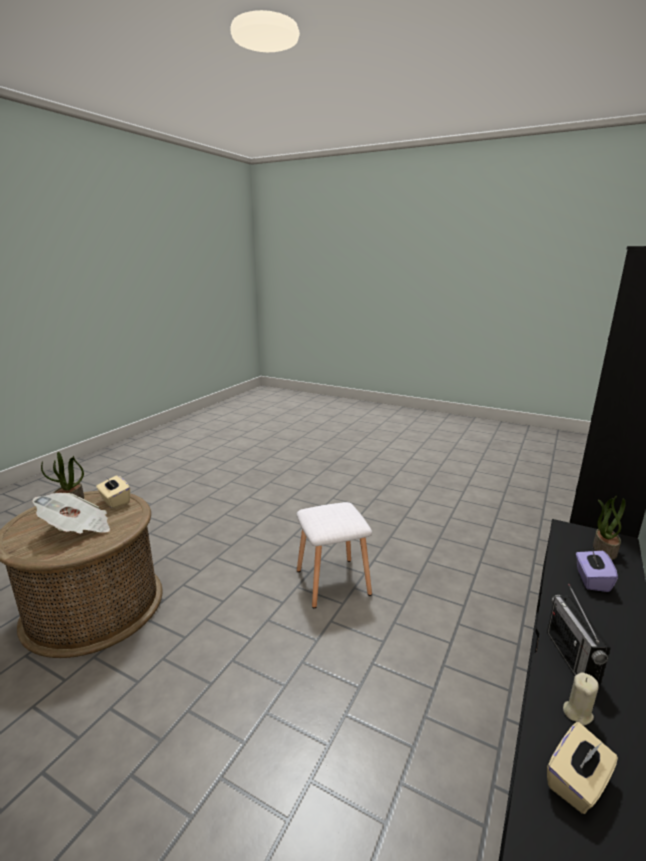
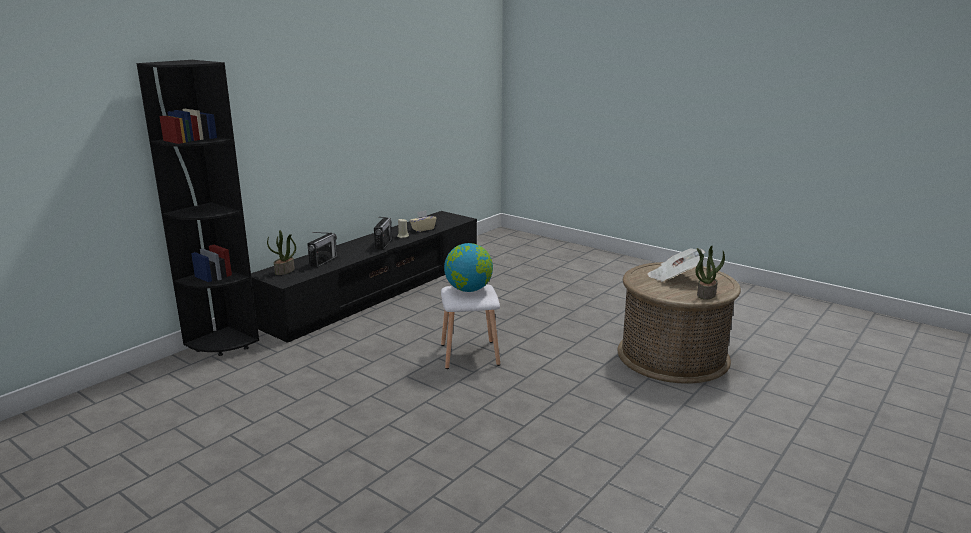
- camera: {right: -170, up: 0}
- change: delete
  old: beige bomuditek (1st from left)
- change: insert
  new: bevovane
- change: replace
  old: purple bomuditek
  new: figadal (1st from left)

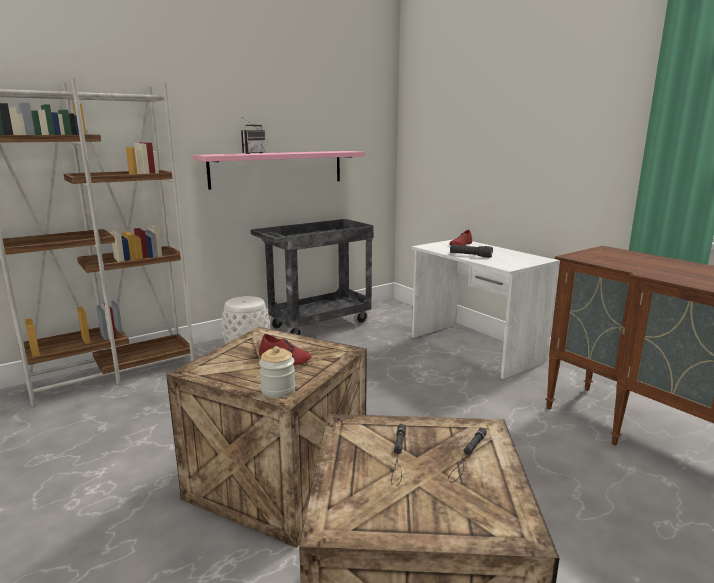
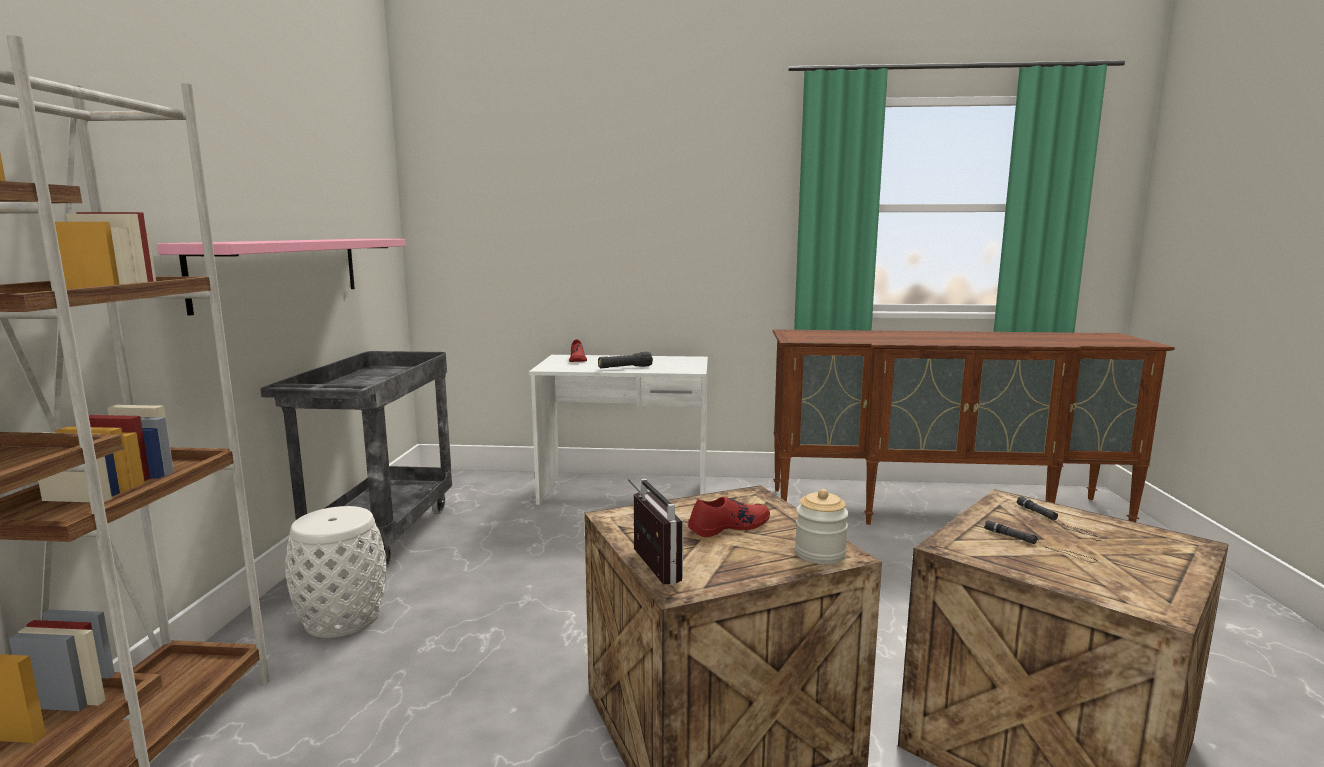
- camera: {right: -50, up: -5}
- change: move
  old: figadal

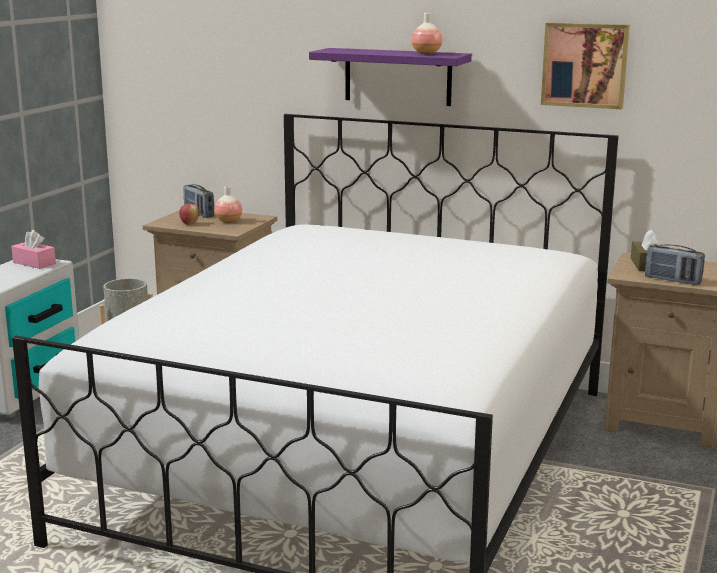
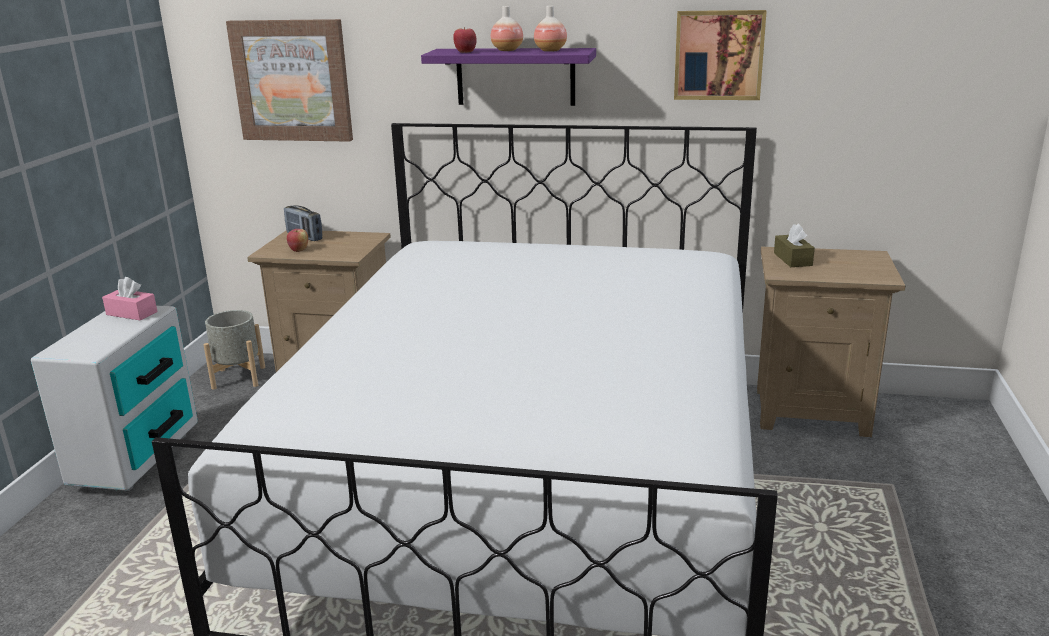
- camera: {right: -10, up: 5}
- change: delete
  old: figadal (2nd from left)
- change: insert
  new: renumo (1st from left)
- change: insert
  new: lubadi (2nd from left)
- change: move
  old: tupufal (1st from left)

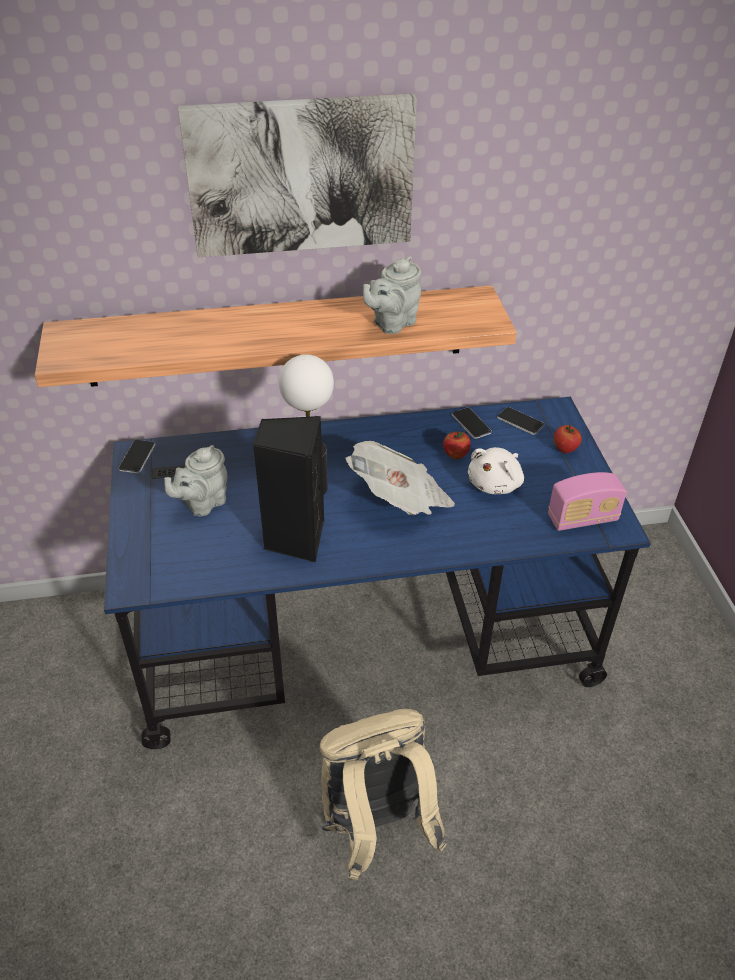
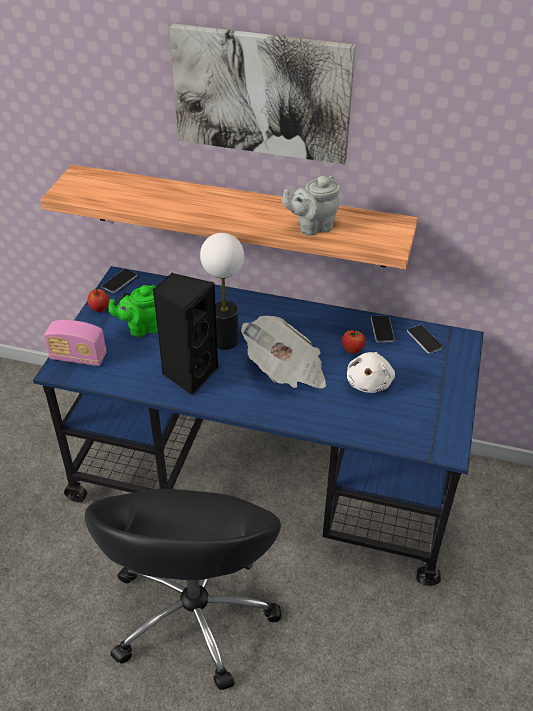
- camera: {right: 25, up: 0}
- change: move
  old: figadal
- change: move
  old: lubadi (2nd from left in the first image)
  new: lubadi (1st from left)
- change: replace
  old: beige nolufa
  new: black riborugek
- change: recolor
  old: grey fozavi (1st from left)
  new: green fozavi
- change: rotate
  old: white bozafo
  degrees: -45

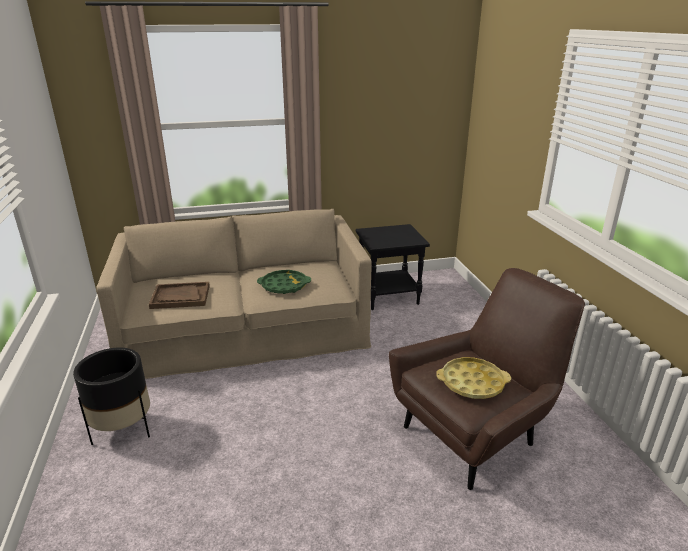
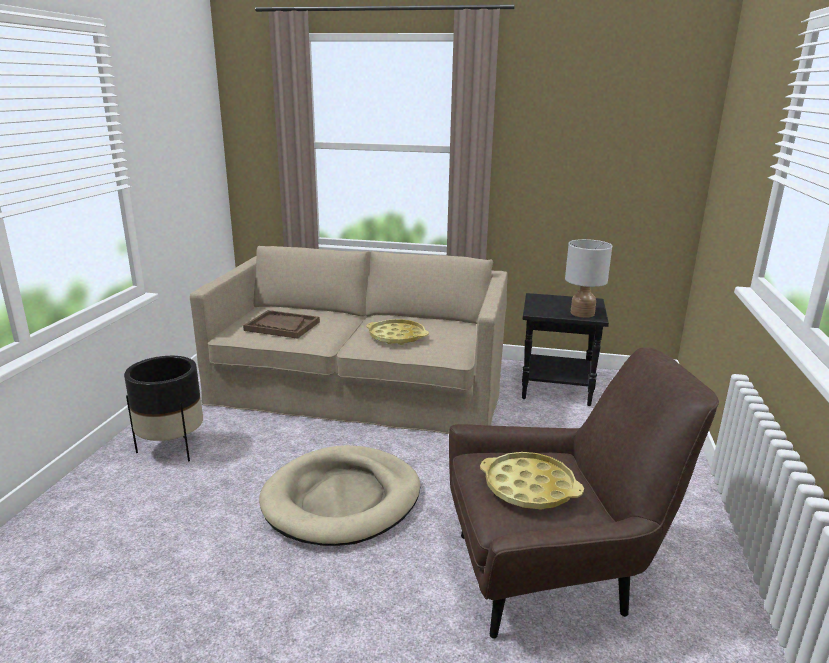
- camera: {right: 25, up: -5}
- change: insert
  new: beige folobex
- change: insert
  new: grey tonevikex
- change: recolor
  old: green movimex
  new: yellow movimex (1st from left)

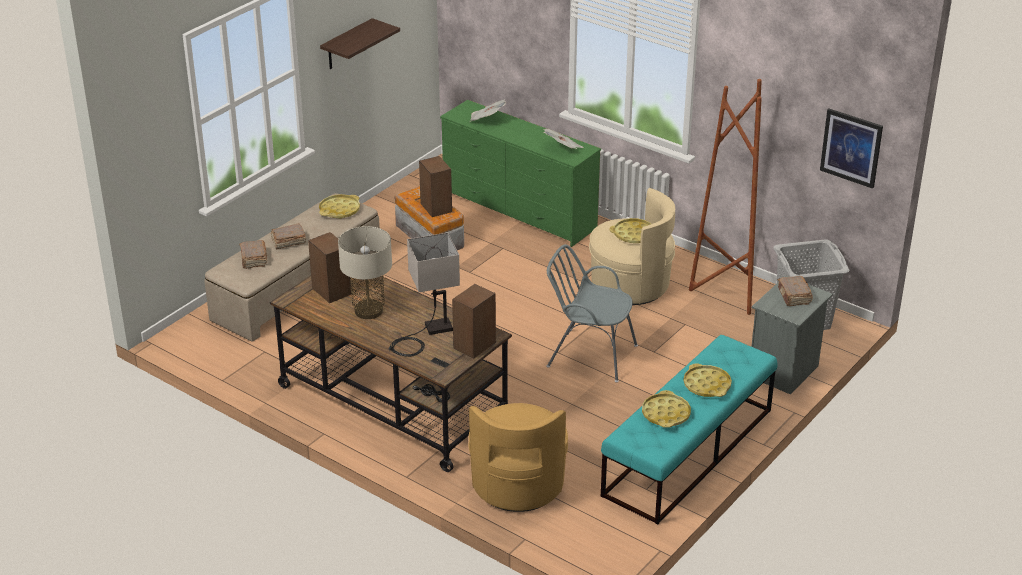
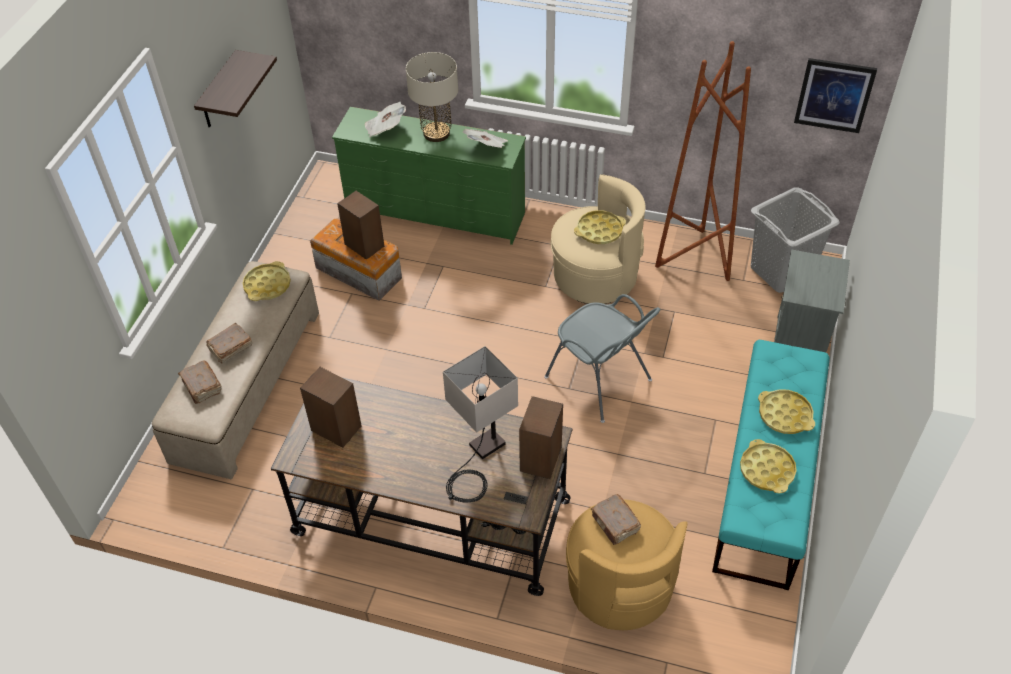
- camera: {right: -20, up: 15}
- change: move
  old: tonevikex (1st from left)
- change: move
  old: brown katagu (3rd from left)
- change: rotate
  old: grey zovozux
  degrees: -135

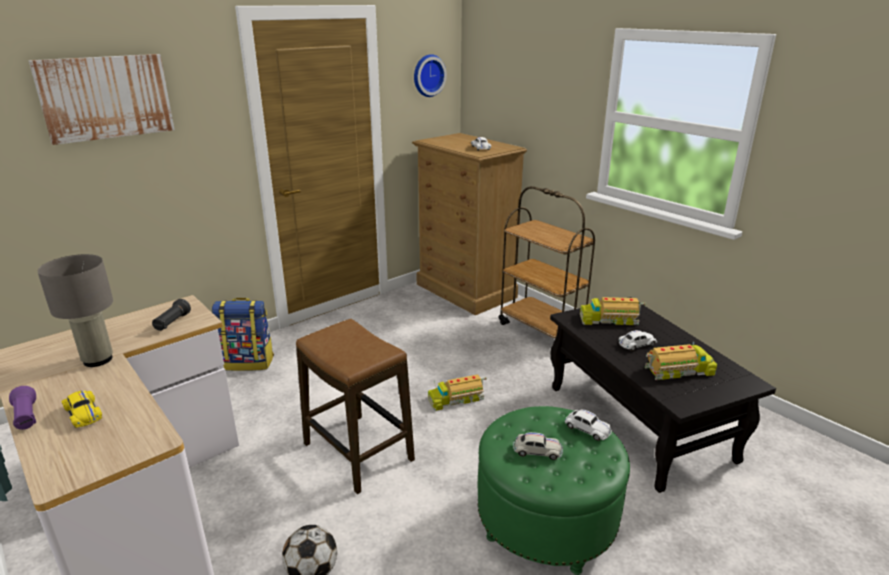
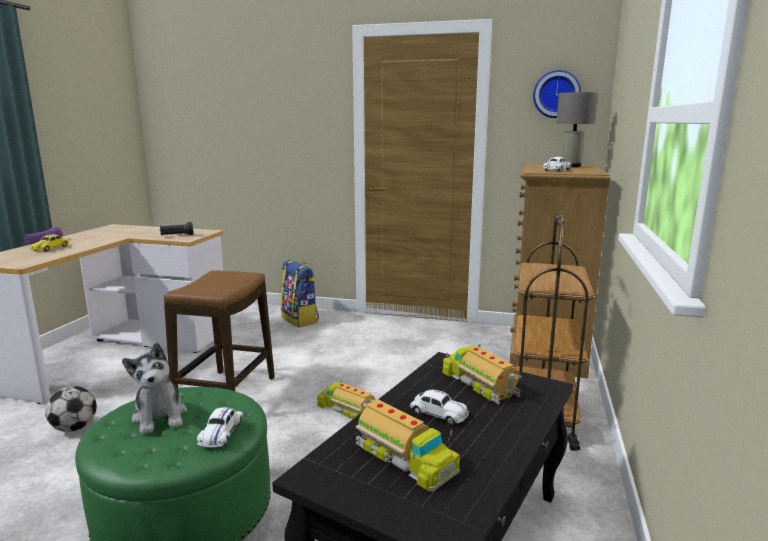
- camera: {right: 55, up: -10}
- change: delete
  old: renumo
- change: move
  old: grey tonevikex
- change: replace
  old: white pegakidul (2nd from left)
  new: bozafo

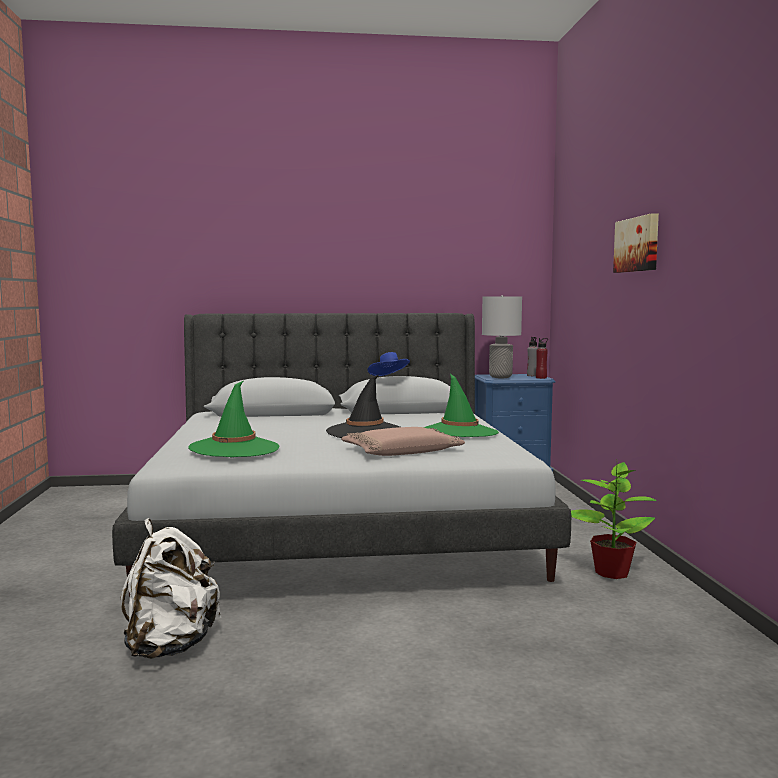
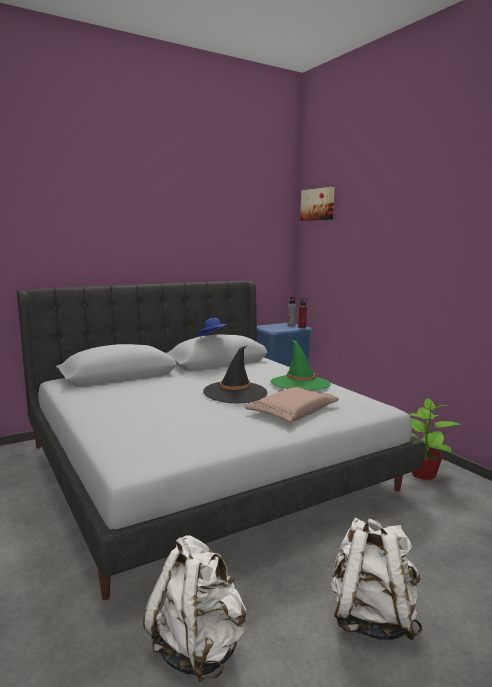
- camera: {right: -25, up: 5}
- change: delete
  old: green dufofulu (1st from left)
- change: delete
  old: grey tonevikex
- change: insert
  new: white nolufa (2nd from left)
- change: move
  old: renumo

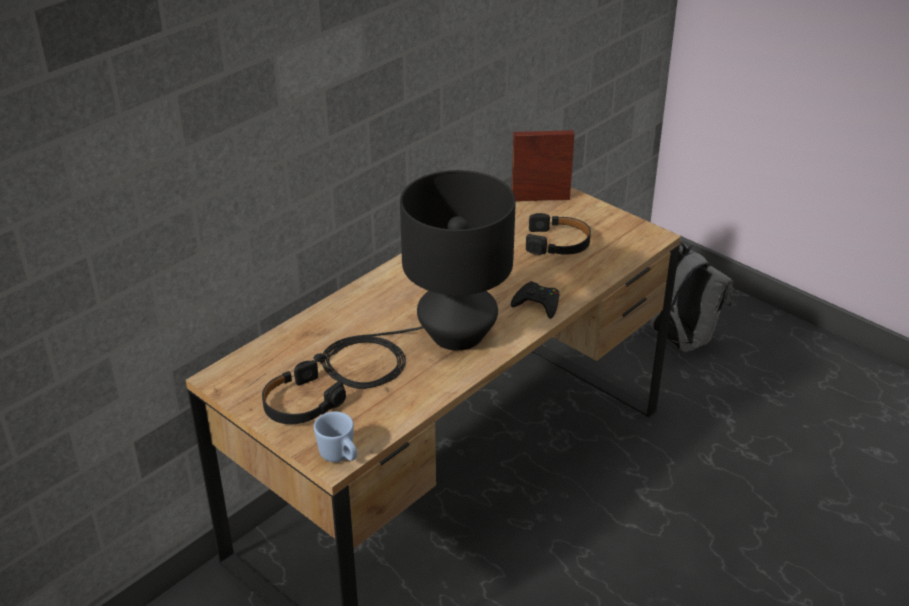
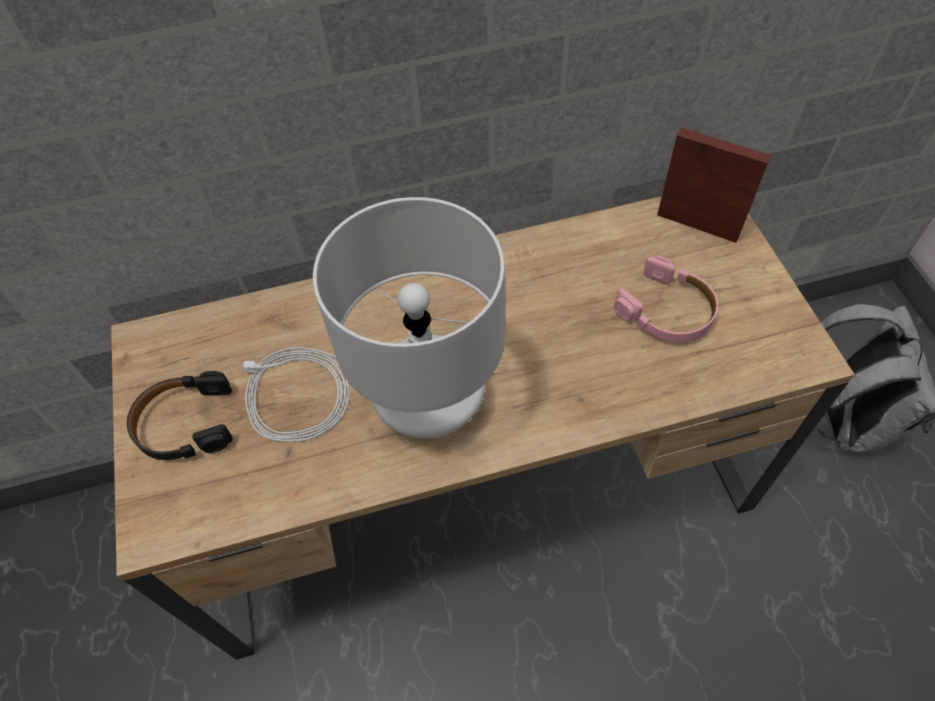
- camera: {right: 35, up: 20}
- change: delete
  old: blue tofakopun
- change: delete
  old: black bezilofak
- change: recolor
  old: black tonevikex
  new: white tonevikex
- change: recolor
  old: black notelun (2nd from left)
  new: pink notelun

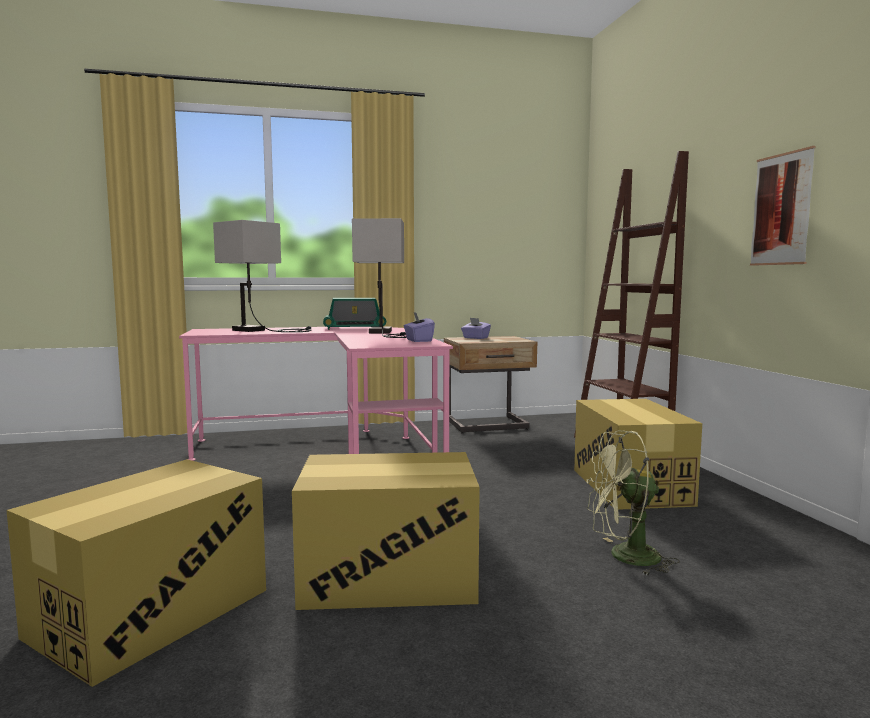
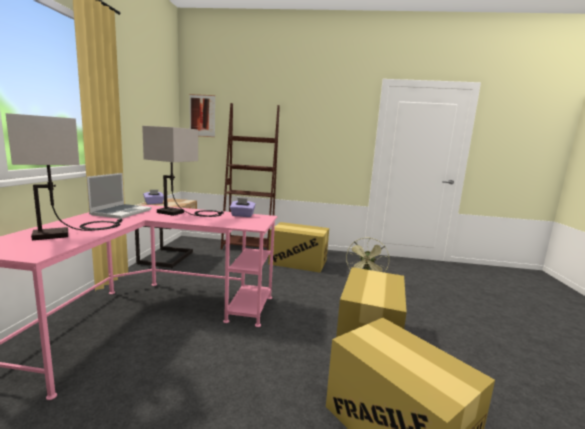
- camera: {right: -70, up: 5}
- change: move
  old: renumo
- change: replace
  old: figadal
  new: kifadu

